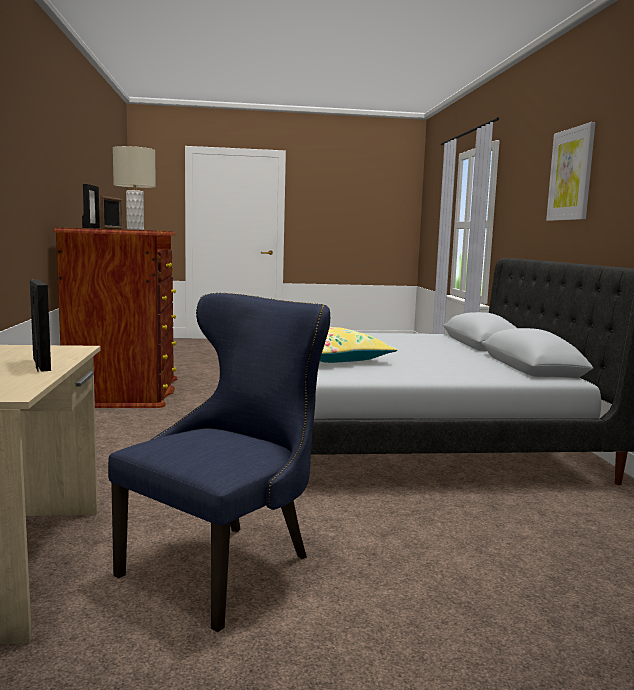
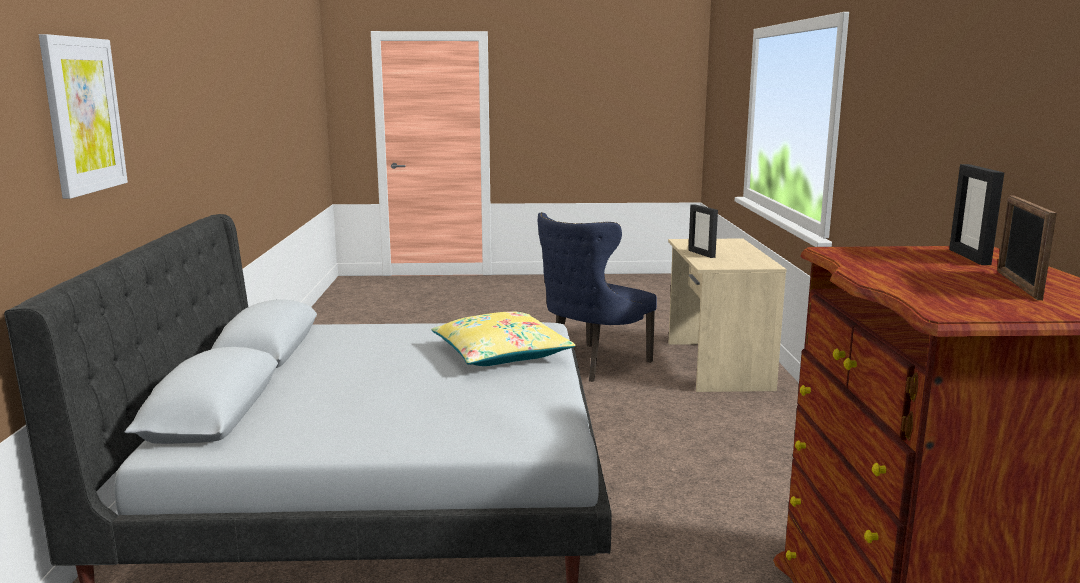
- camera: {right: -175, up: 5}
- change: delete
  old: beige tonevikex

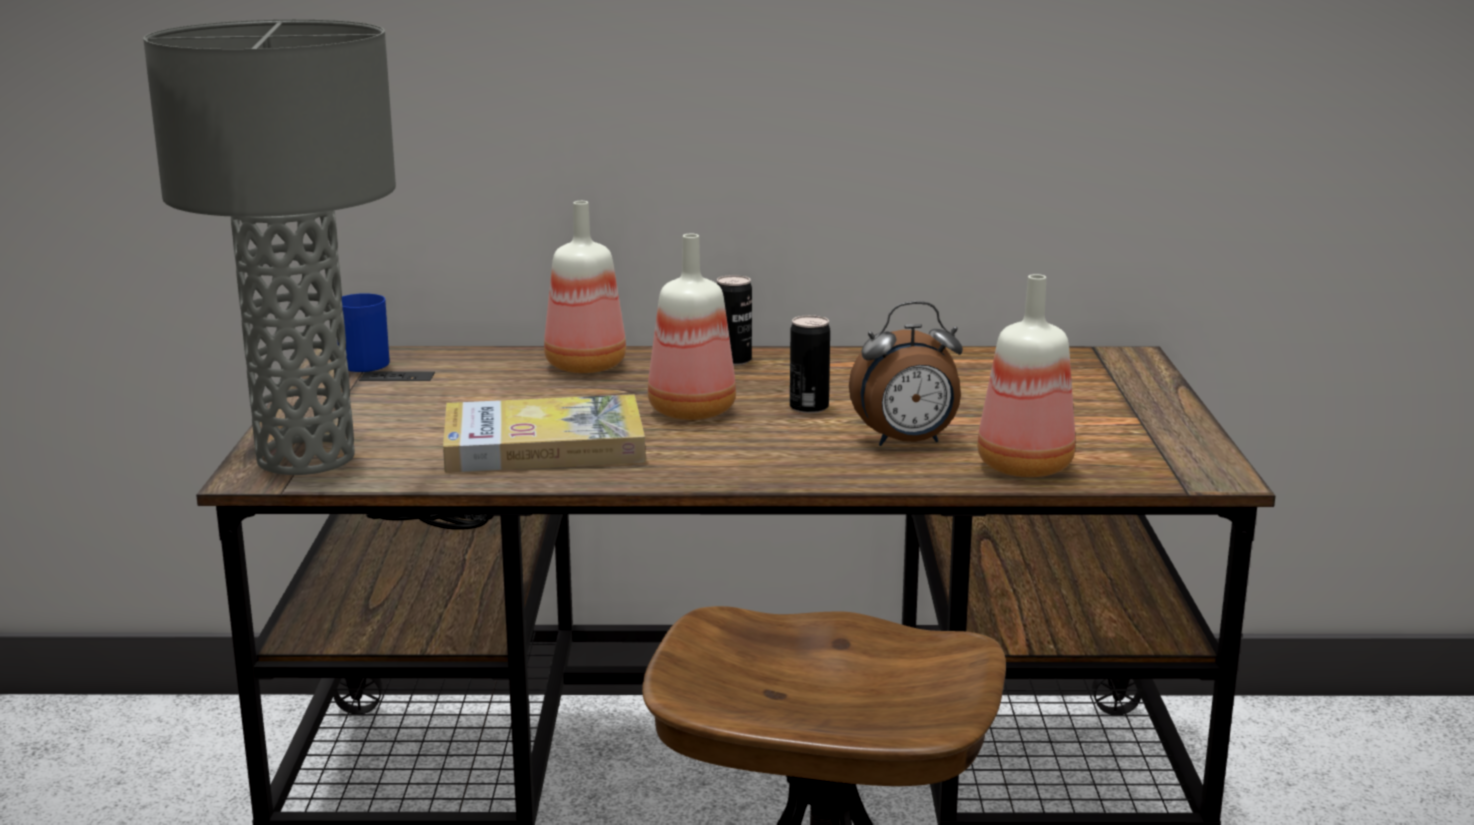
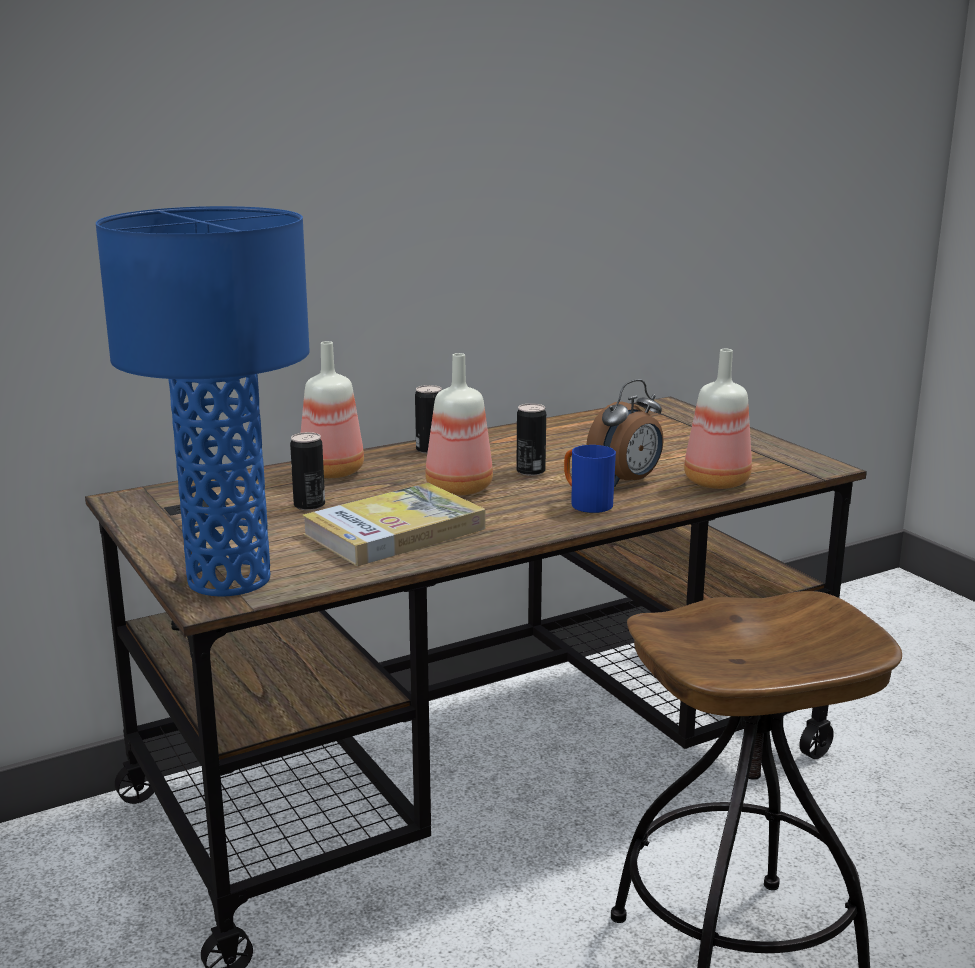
- camera: {right: -30, up: 0}
- change: insert
  new: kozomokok (1st from left)
- change: move
  old: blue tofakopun
- change: recolor
  old: grey tonevikex
  new: blue tonevikex

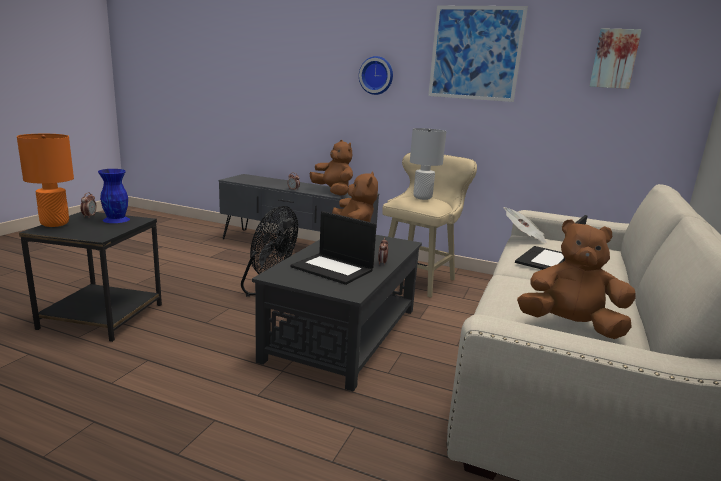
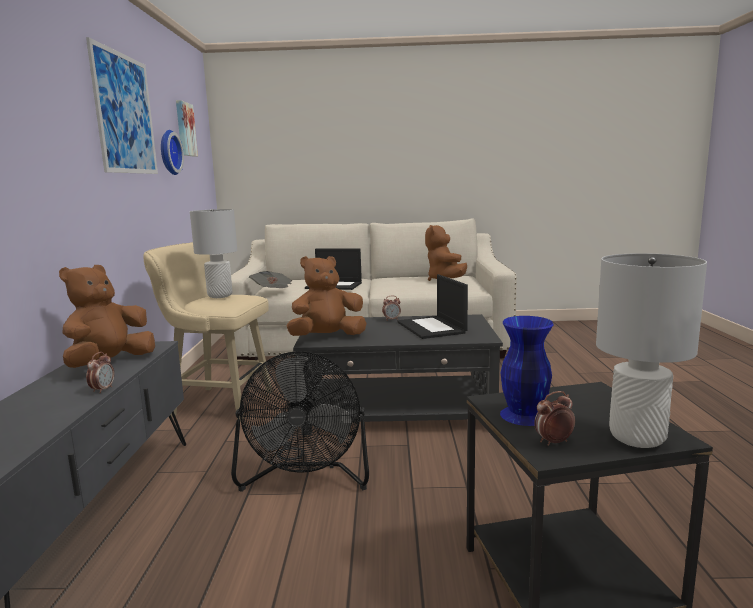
- camera: {right: -110, up: -5}
- change: move
  old: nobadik
- change: recolor
  old: orange tonevikex
  new: grey tonevikex (2nd from left)
- change: rotate
  old: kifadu (1st from left in the first image)
  degrees: 150

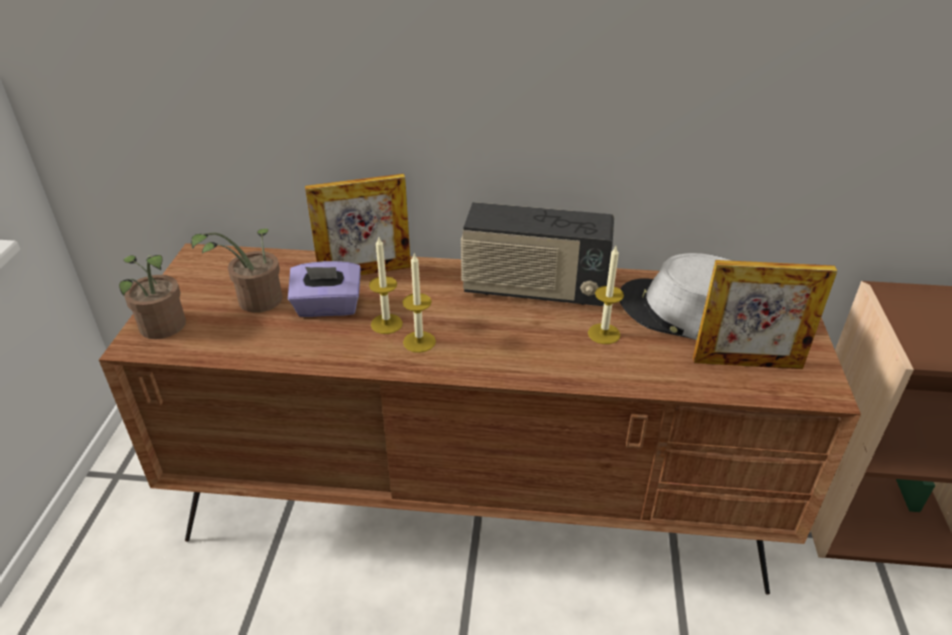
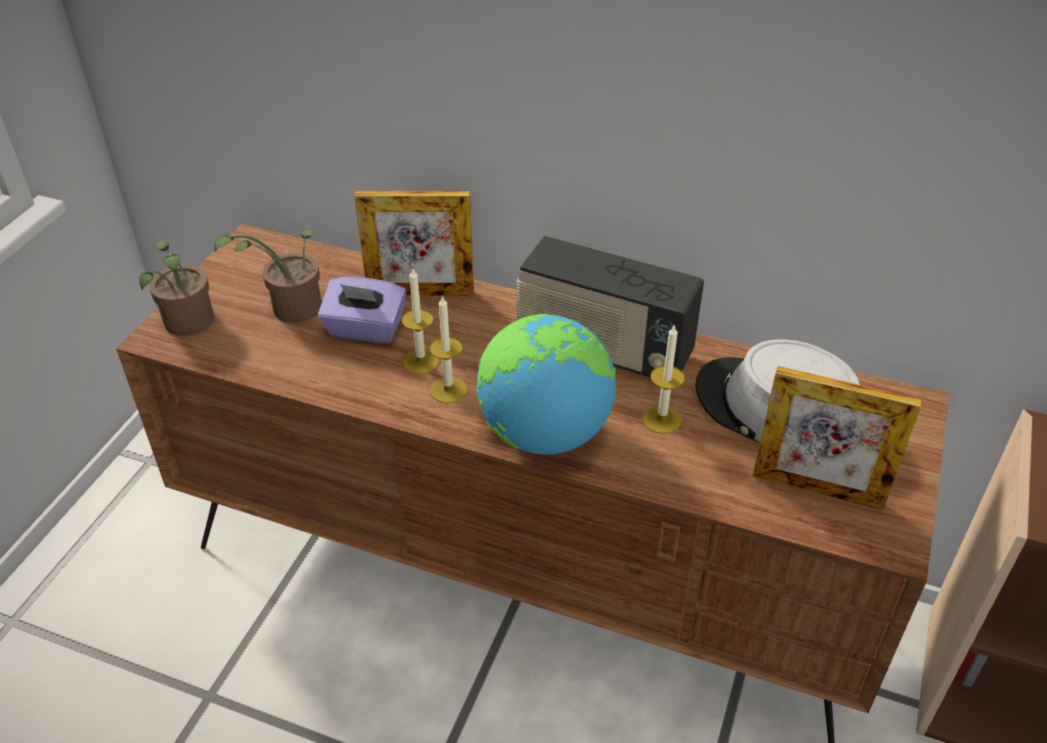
- camera: {right: 15, up: 5}
- change: insert
  new: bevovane

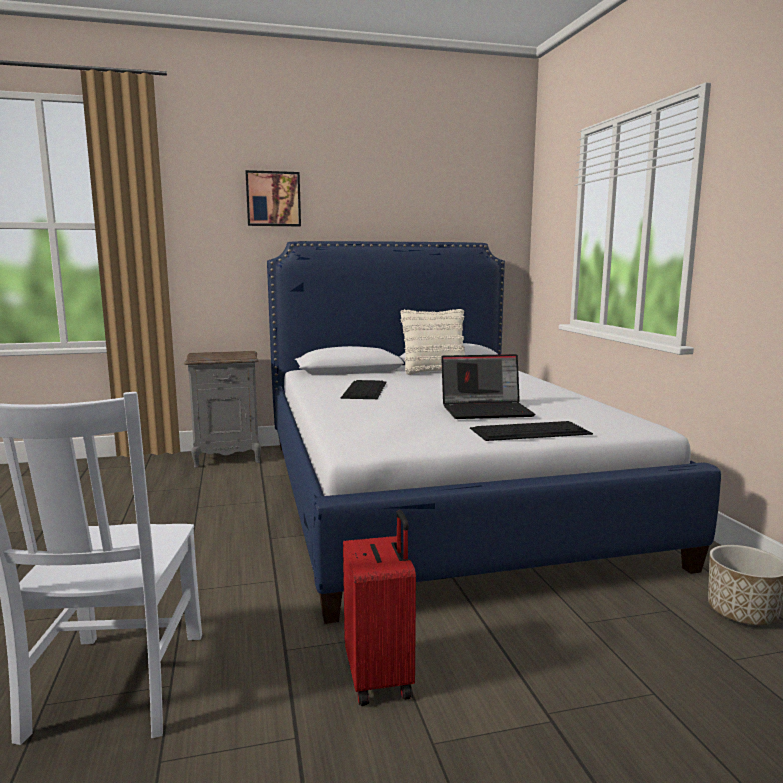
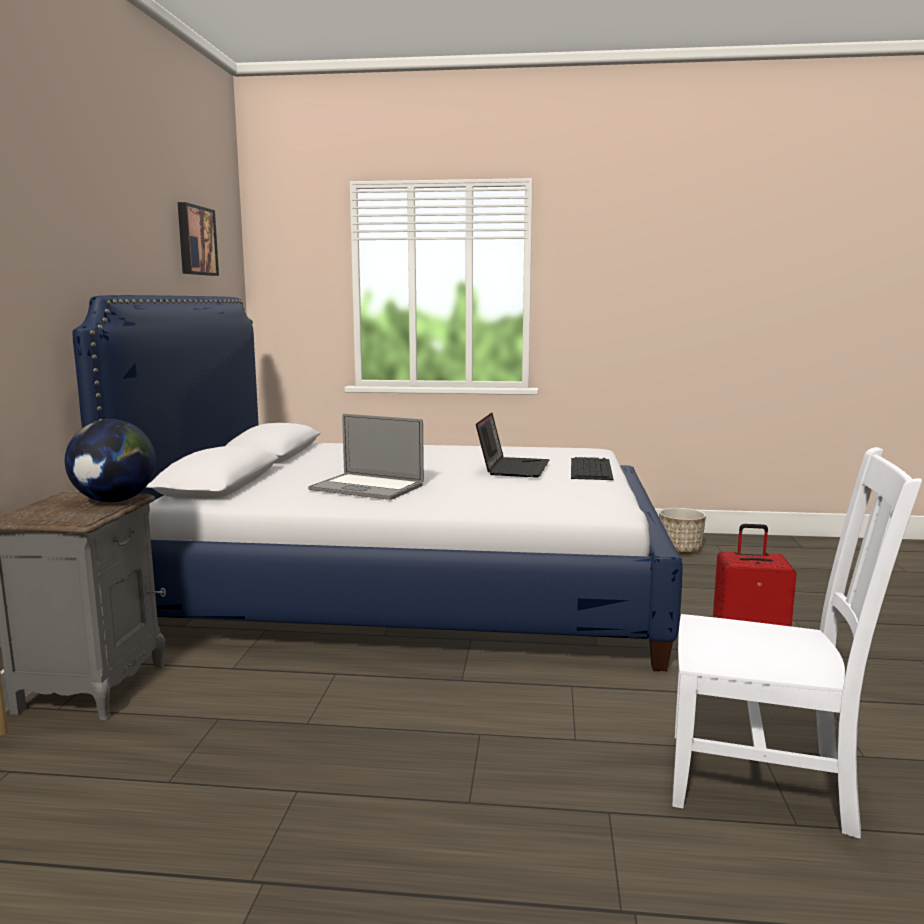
- camera: {right: -70, up: 0}
- change: delete
  old: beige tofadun
- change: insert
  new: bevovane
- change: move
  old: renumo
- change: replace
  old: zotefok (1st from left)
  new: kifadu (1st from left)

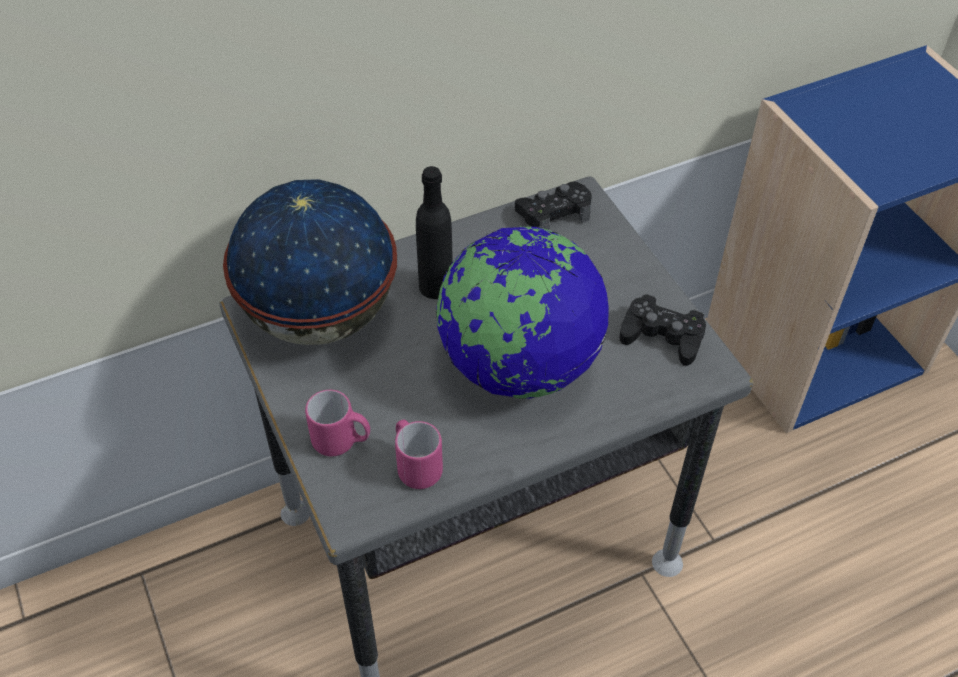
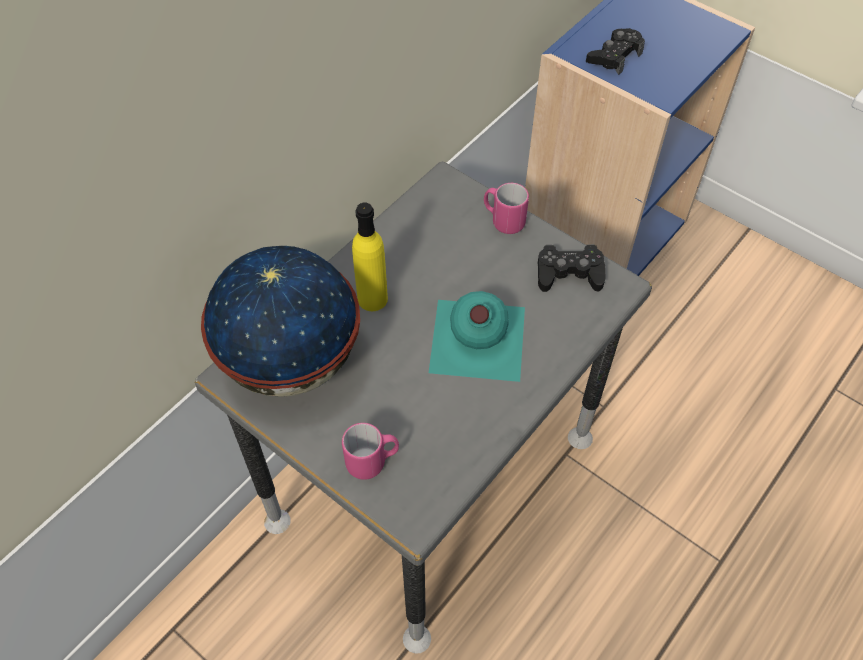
- camera: {right: -25, up: 5}
- change: move
  old: pink tofakopun (2nd from left)
- change: move
  old: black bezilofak (1st from left in the first image)
  new: black bezilofak (2nd from left)
- change: replace
  old: bevovane (2nd from left)
  new: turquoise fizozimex
- change: recolor
  old: black fizozimex
  new: yellow fizozimex

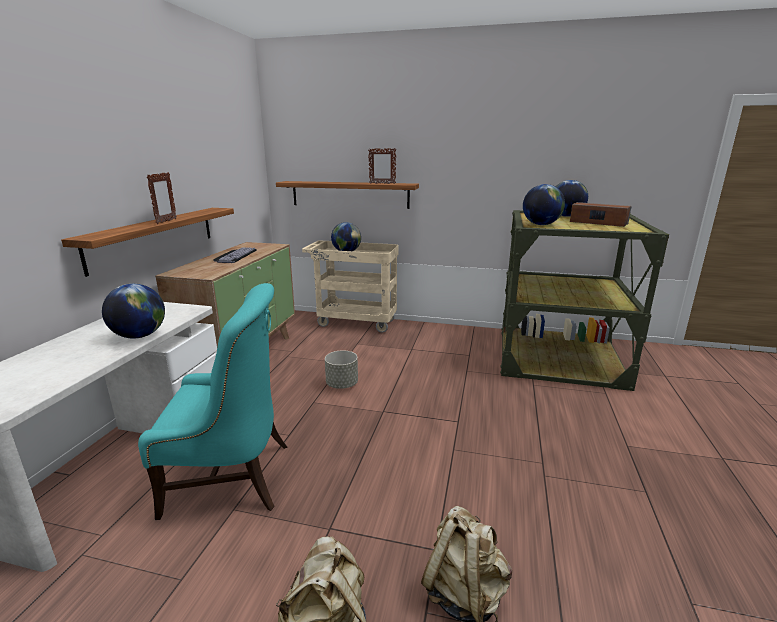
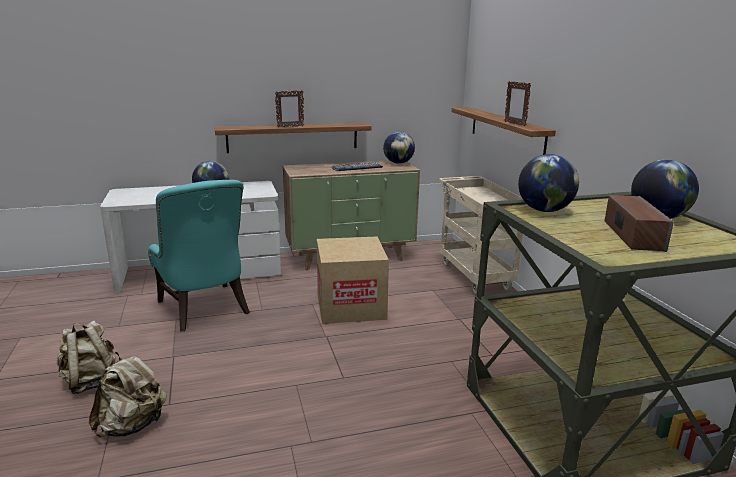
- camera: {right: 60, up: 0}
- change: move
  old: bevovane (2nd from left)
- change: replace
  old: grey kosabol
  new: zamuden

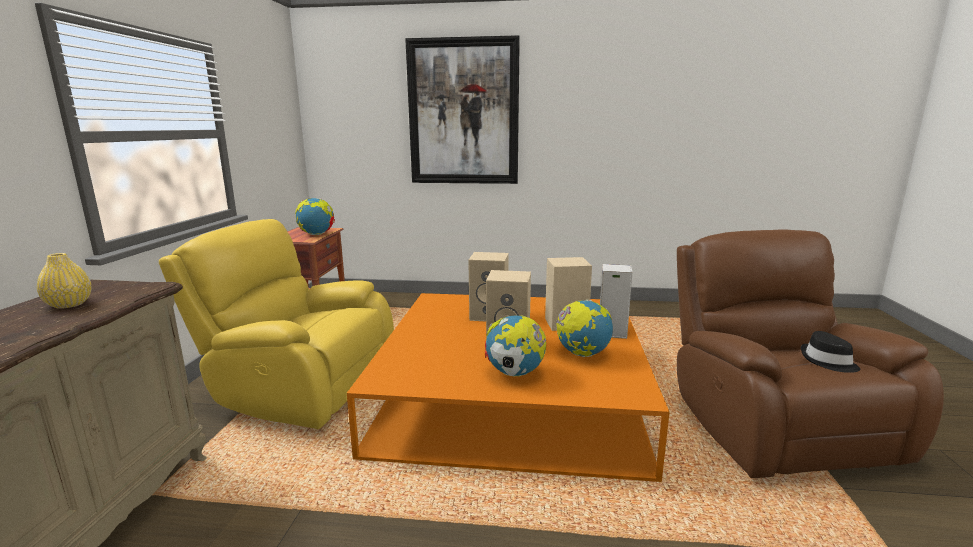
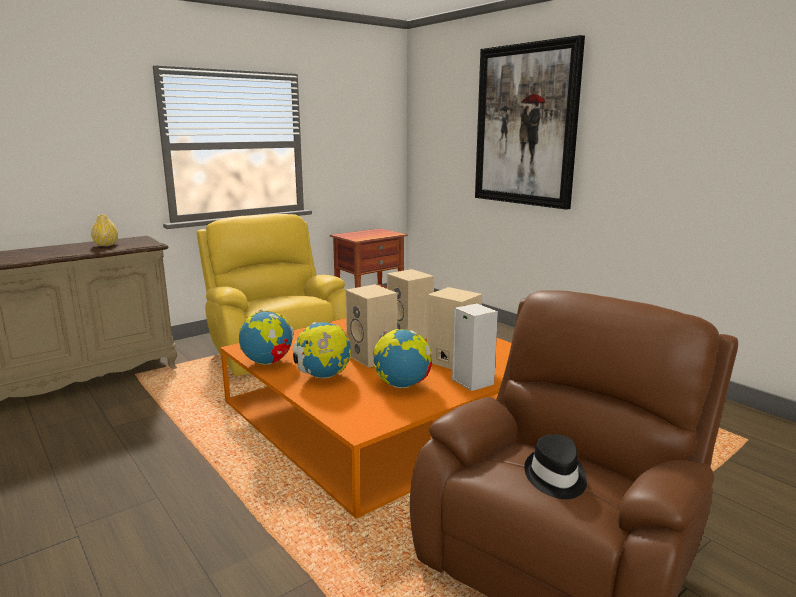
- camera: {right: 45, up: 0}
- change: move
  old: bevovane (1st from left)

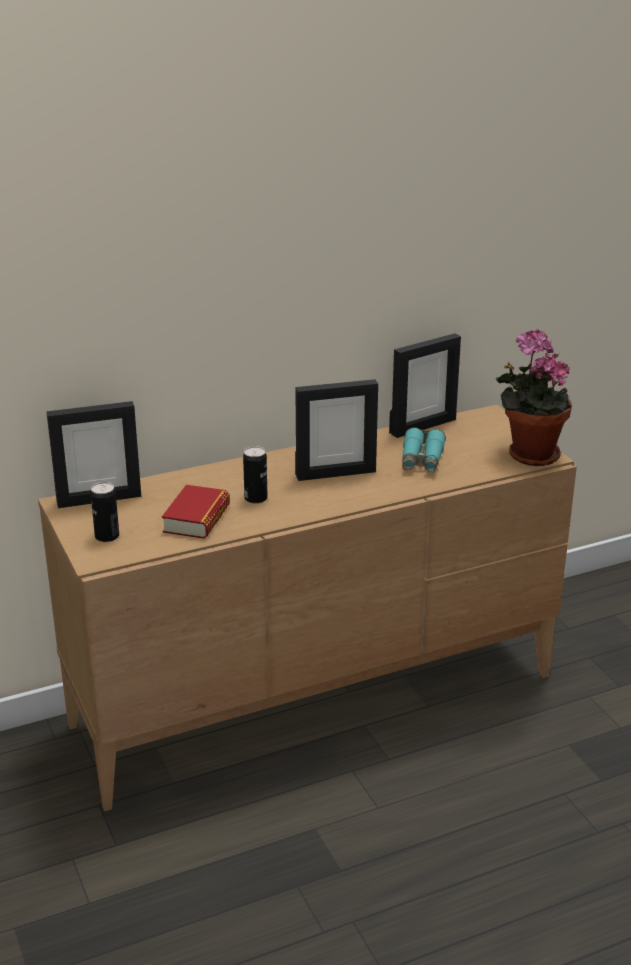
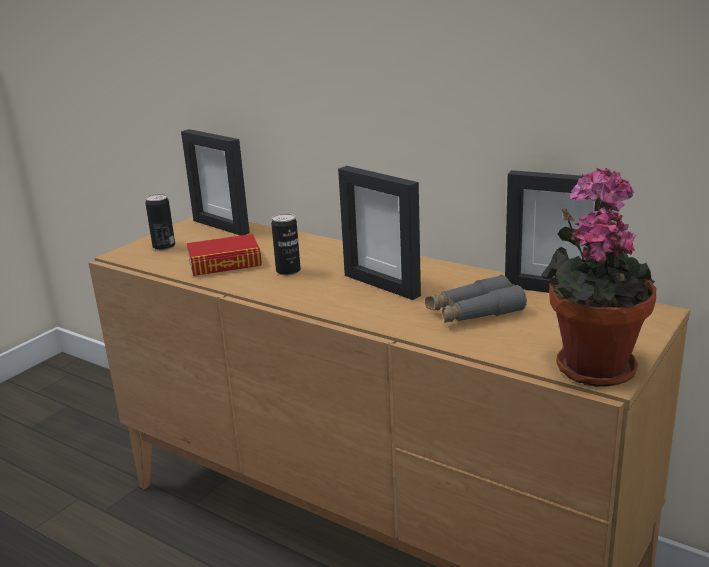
- camera: {right: 60, up: -5}
- change: recolor
  old: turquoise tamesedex
  new: grey tamesedex

